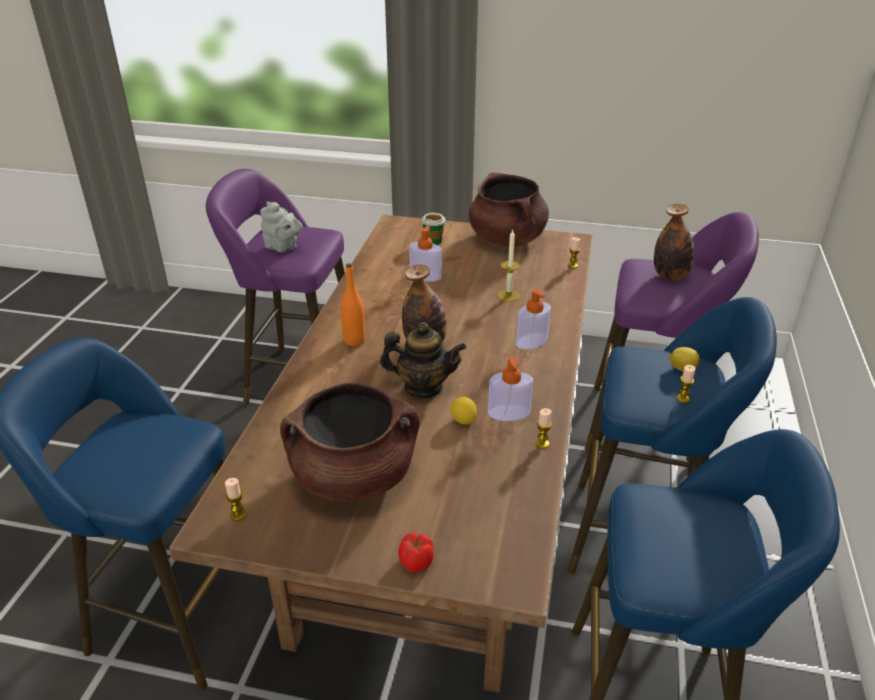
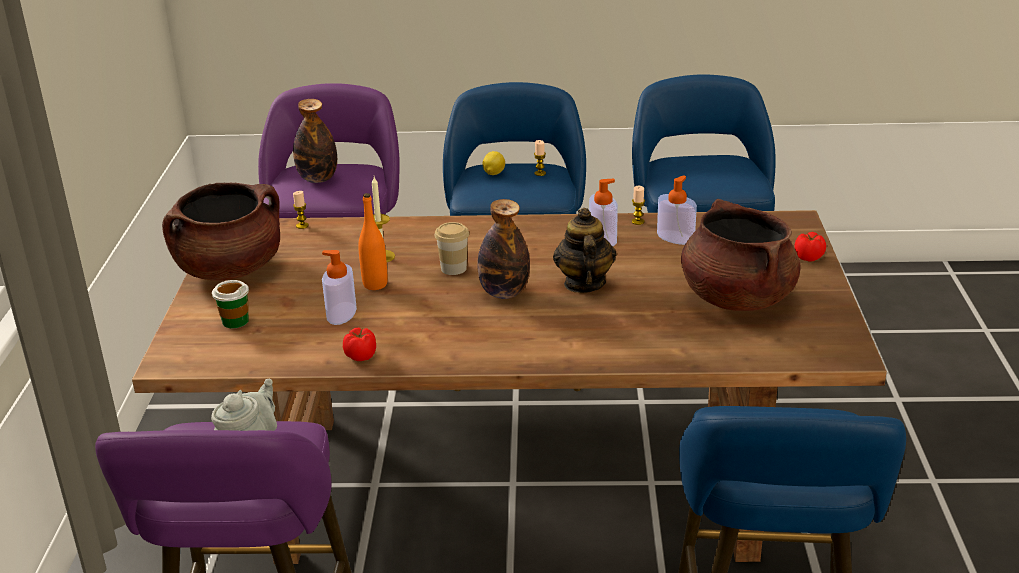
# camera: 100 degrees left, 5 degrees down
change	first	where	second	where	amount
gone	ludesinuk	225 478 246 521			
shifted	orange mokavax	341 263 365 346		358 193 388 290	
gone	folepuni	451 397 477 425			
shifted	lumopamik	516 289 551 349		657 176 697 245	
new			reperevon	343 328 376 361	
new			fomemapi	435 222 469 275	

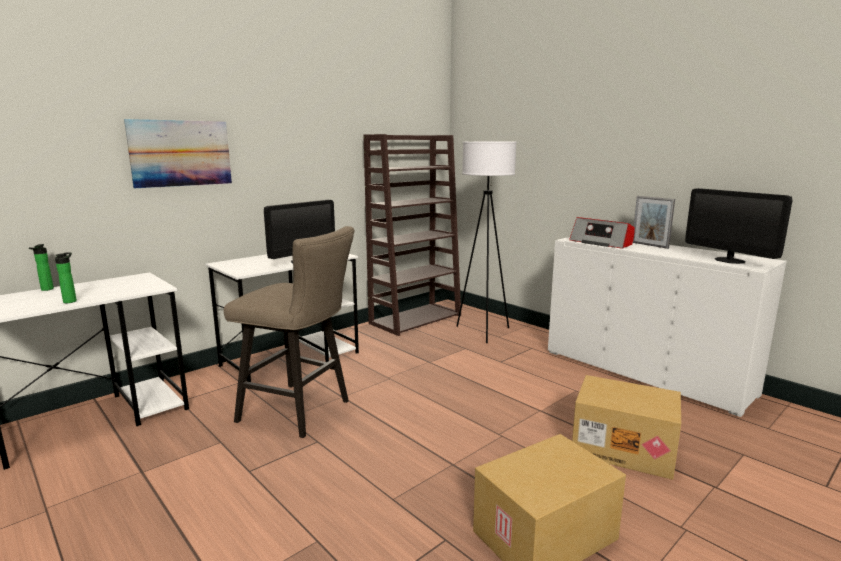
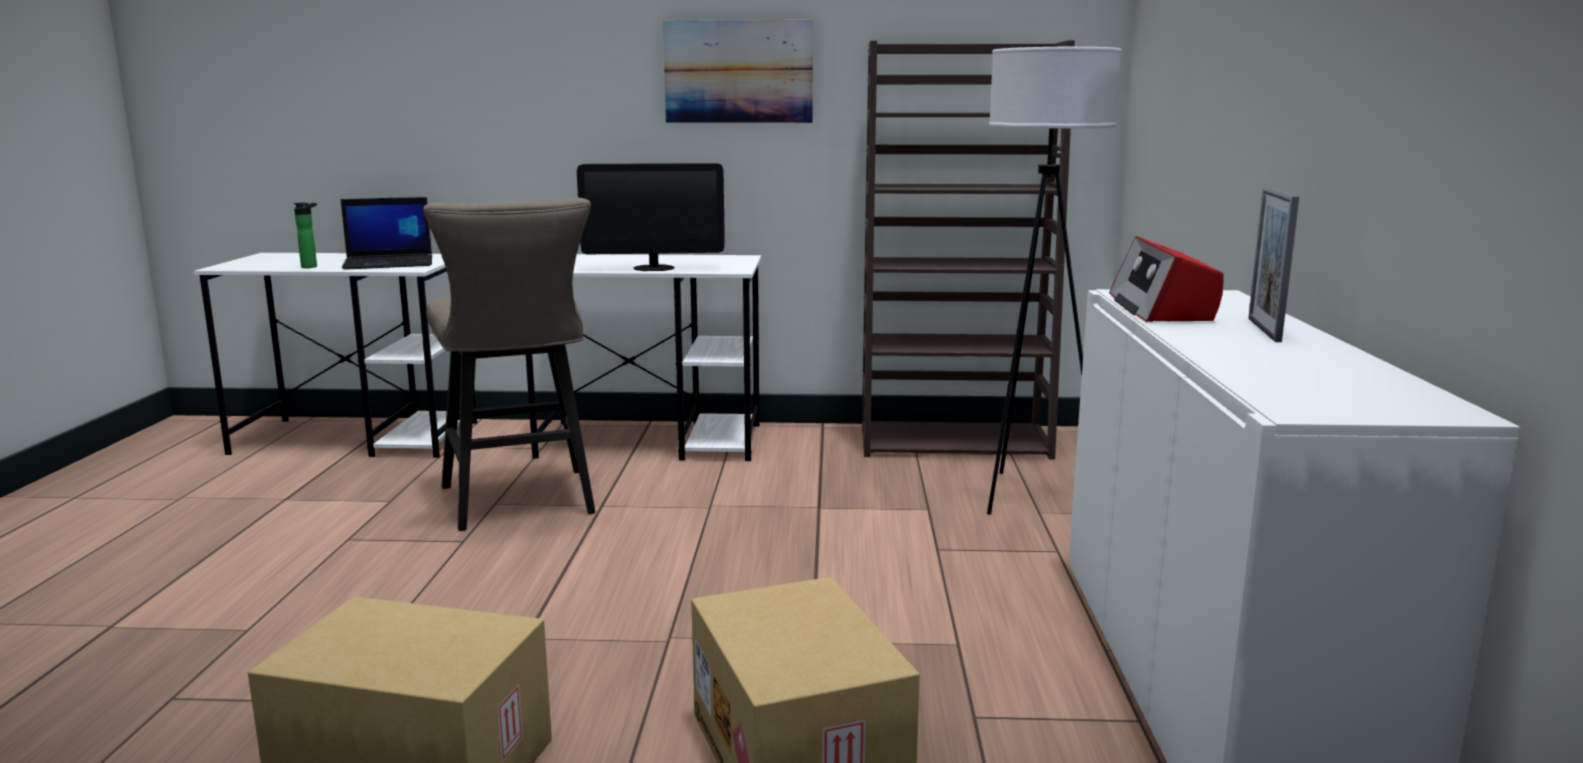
# camera: 45 degrees right, 0 degrees up
change	first	where	second	where	amount
gone	mokavax	29 244 54 291			
shifted	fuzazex	124 119 232 188		663 20 813 123	
gone	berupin	685 188 793 264			
new			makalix	341 197 432 270	

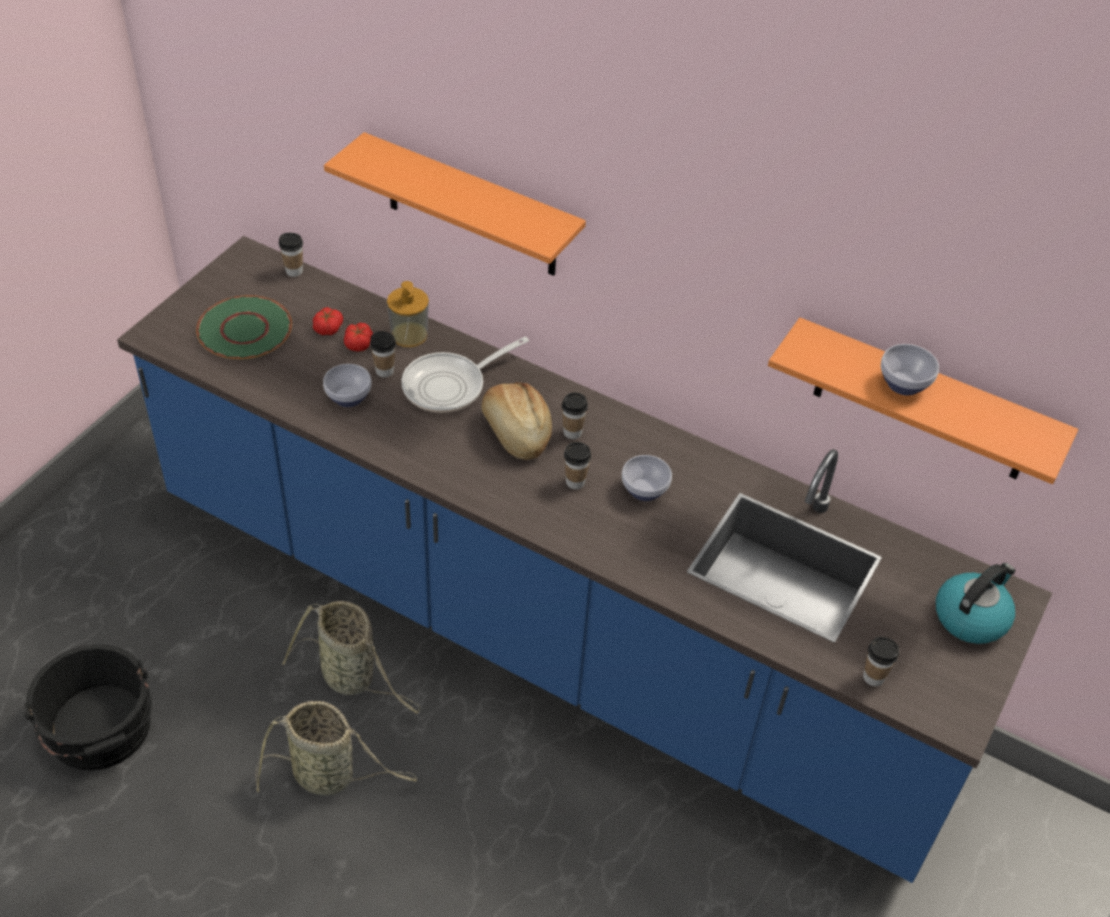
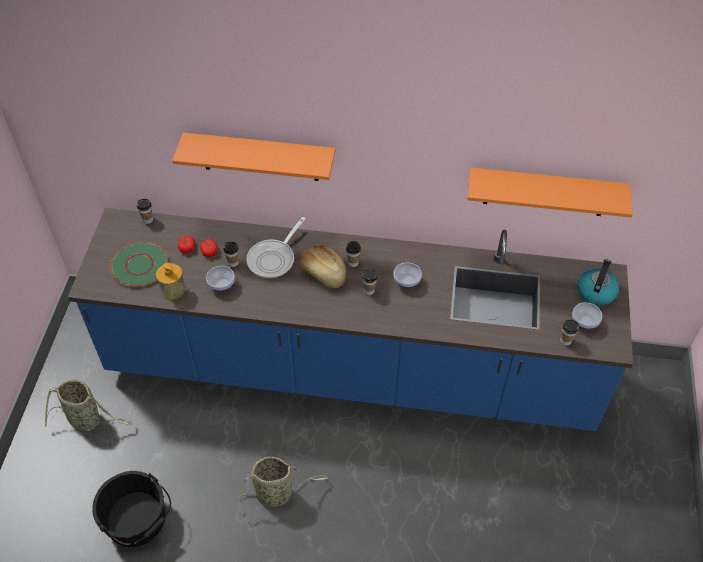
# camera: 20 degrees left, 5 degrees up
change	first	where	second	where	amount
shifted	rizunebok	283 601 421 714		45 380 133 430	
shifted	lumopamik	387 281 429 347		156 263 185 300	
shifted	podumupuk	881 344 939 395		572 302 602 330	

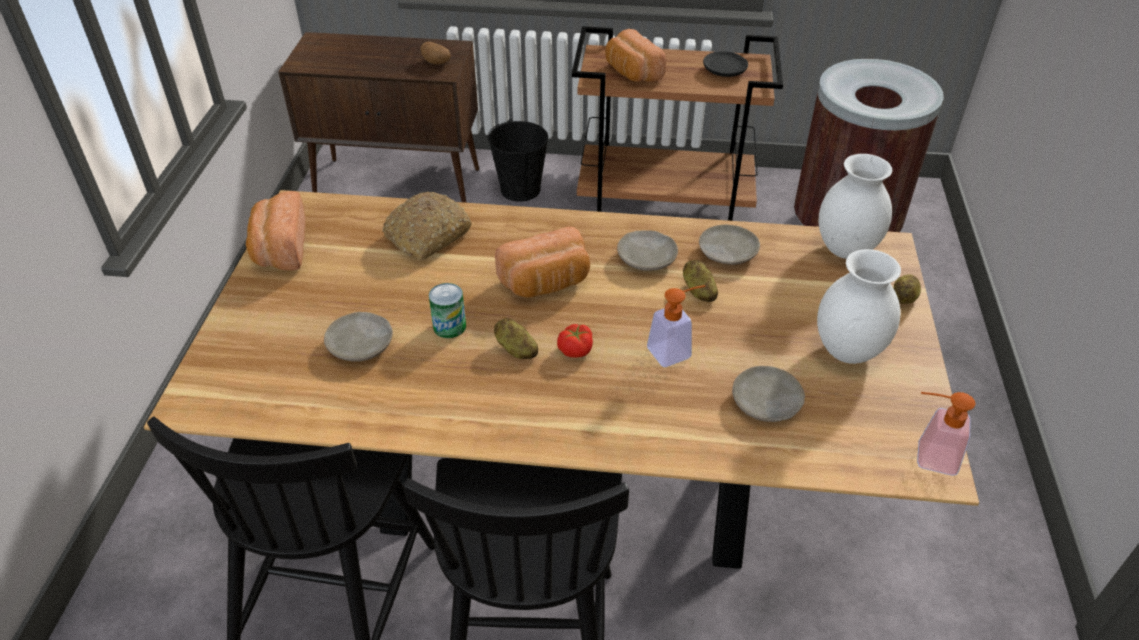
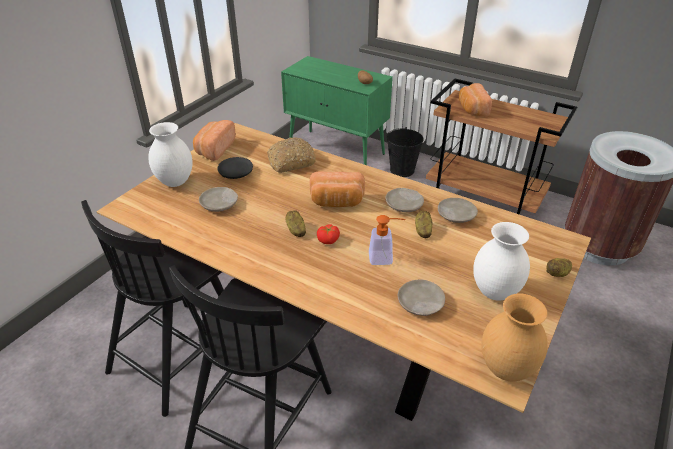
# camera: 25 degrees right, 5 degrees down
change	first	where	second	where	amount
repainted	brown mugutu	278 32 479 203	green mugutu	281 56 393 165	
gone	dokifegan	429 283 466 338			
shifted	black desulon	703 51 748 77		217 157 253 179	
shifted	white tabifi	819 154 892 259		148 122 192 187	
swapped	lumopamik	917 392 975 476	brown tabifi	482 294 548 381	

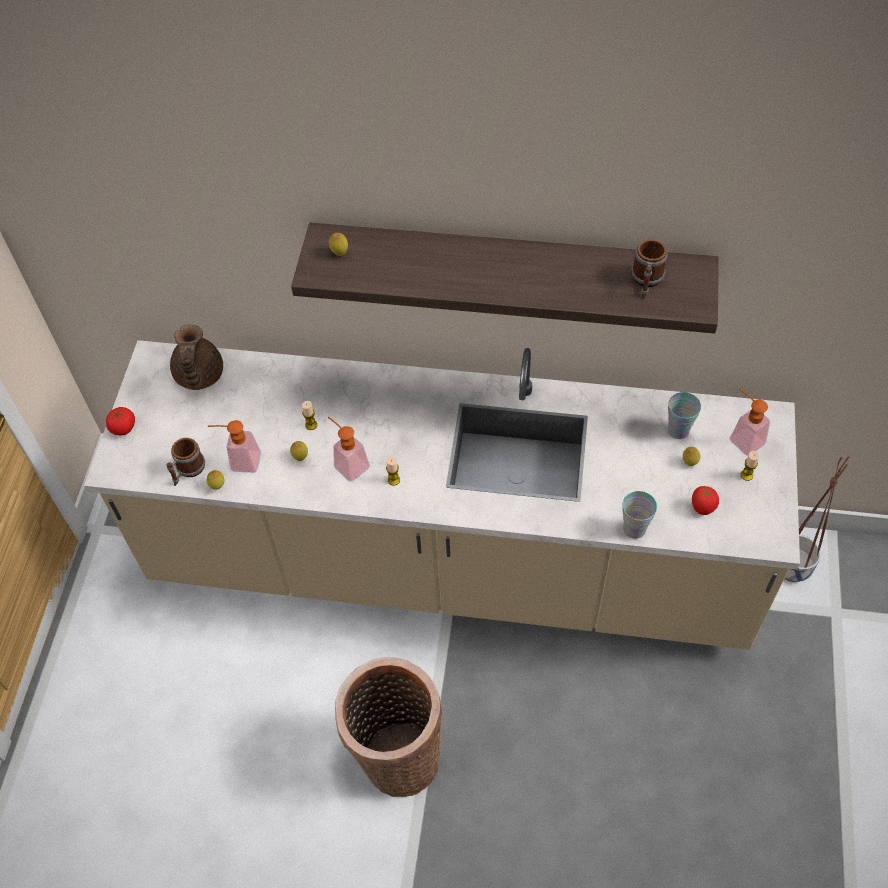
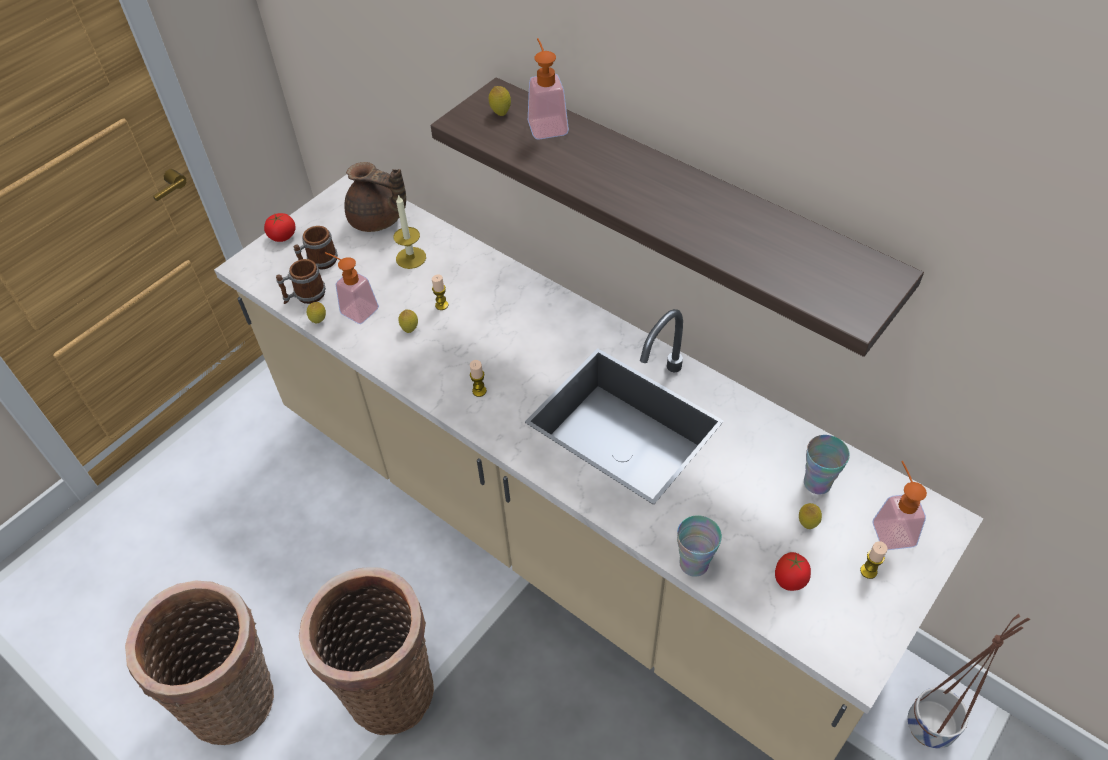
# camera: 30 degrees right, 5 degrees down
change	first	where	second	where	amount
rotated	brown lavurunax	170 325 223 390		344 162 406 232	90 degrees counterclockwise
shifted	lumopamik	328 417 370 482		528 38 569 139	
shifted	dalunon	631 239 668 299		294 226 338 270	
new			rizunebok	125 581 274 745	
new			ludesinuk	394 194 426 269	

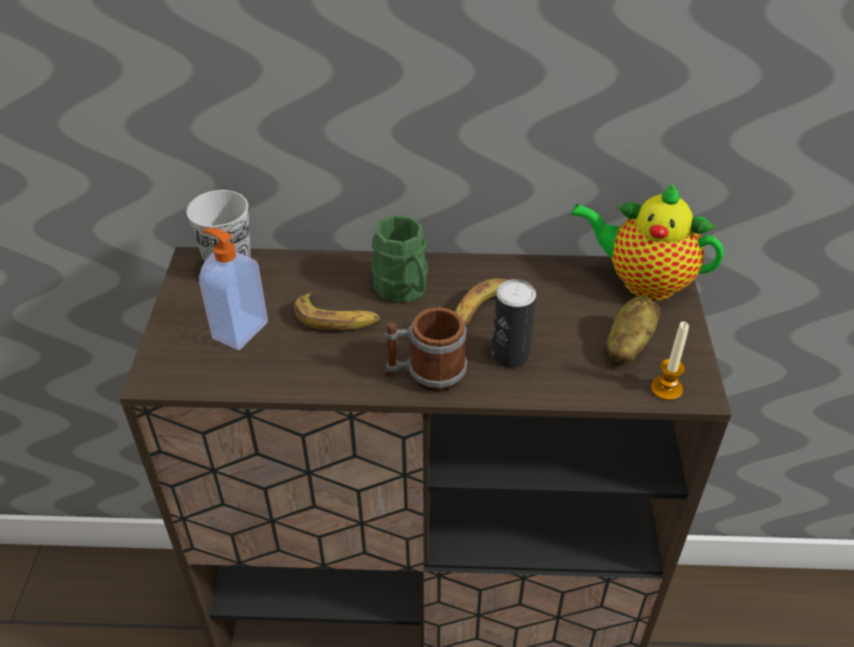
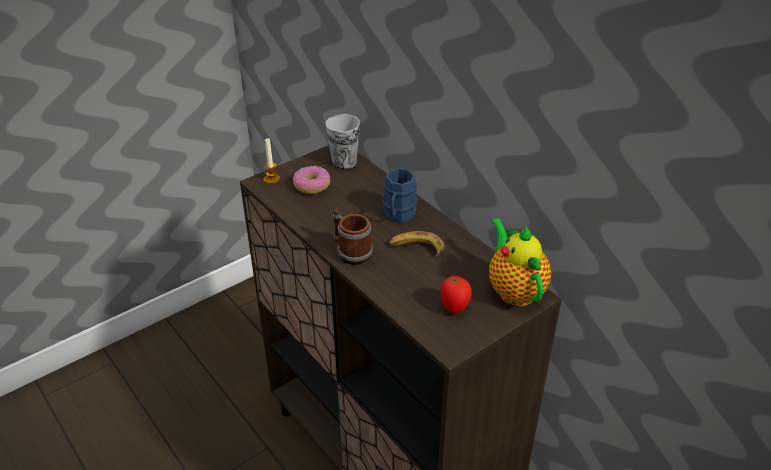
# camera: 50 degrees right, 5 degrees down
change	first	where	second	where	amount
swapped	lumopamik	199 228 268 350	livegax	293 166 330 194	
gone	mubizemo	294 292 380 330			
repainted	green dalunon	371 215 428 302	blue dalunon	382 168 417 223	
gone	dokifegan	492 279 536 368			
swapped	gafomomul	607 297 660 365	reperevon	441 276 472 314	
shifted	ludesinuk	651 322 689 401		264 138 280 184	

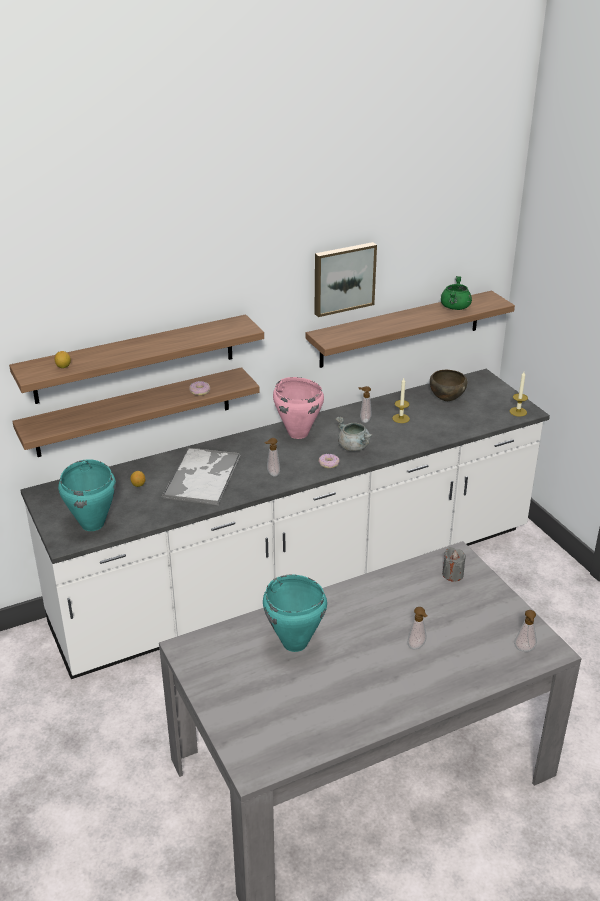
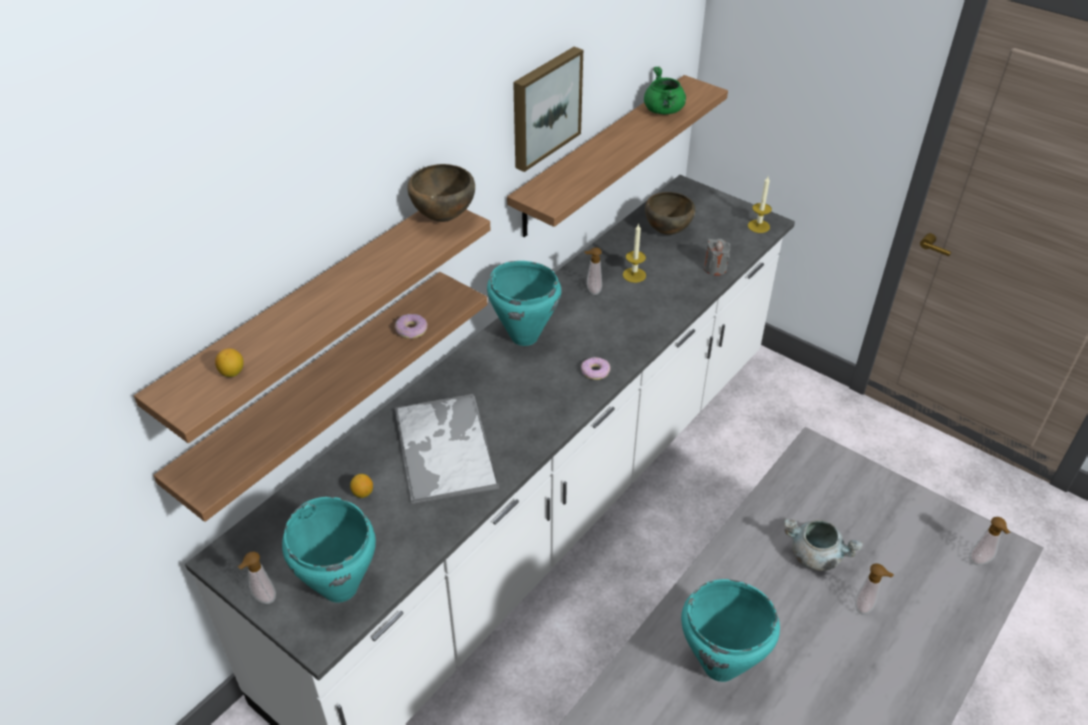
# camera: 25 degrees left, 10 degrees up
change	first	where	second	where	amount
shifted	lumopamik	265 438 280 477		238 551 276 604	
repainted	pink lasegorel	273 377 324 439	turquoise lasegorel	487 261 561 346	
shifted	grey lasegorel	336 417 372 451		784 519 863 571	
shifted	grey ludesinuk	442 547 466 582		703 239 730 276	
new			brown podumupuk	407 164 475 222	

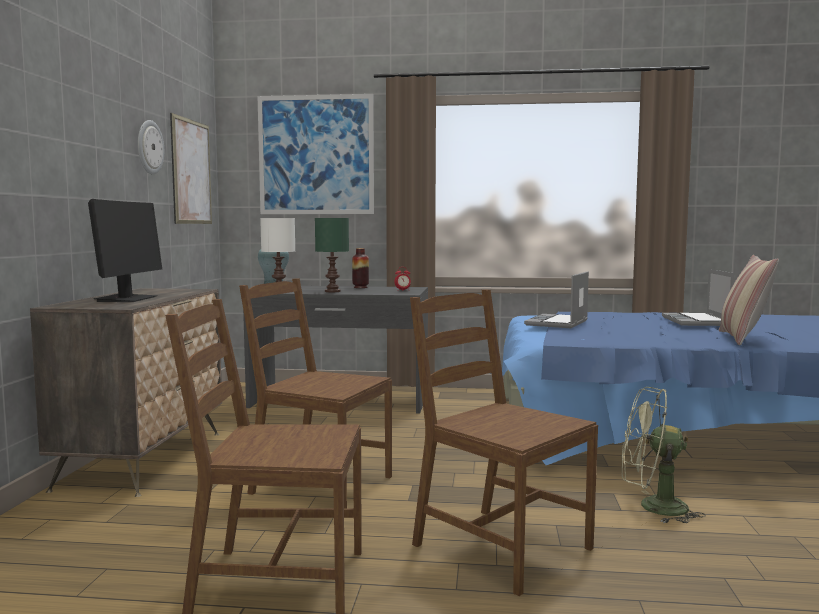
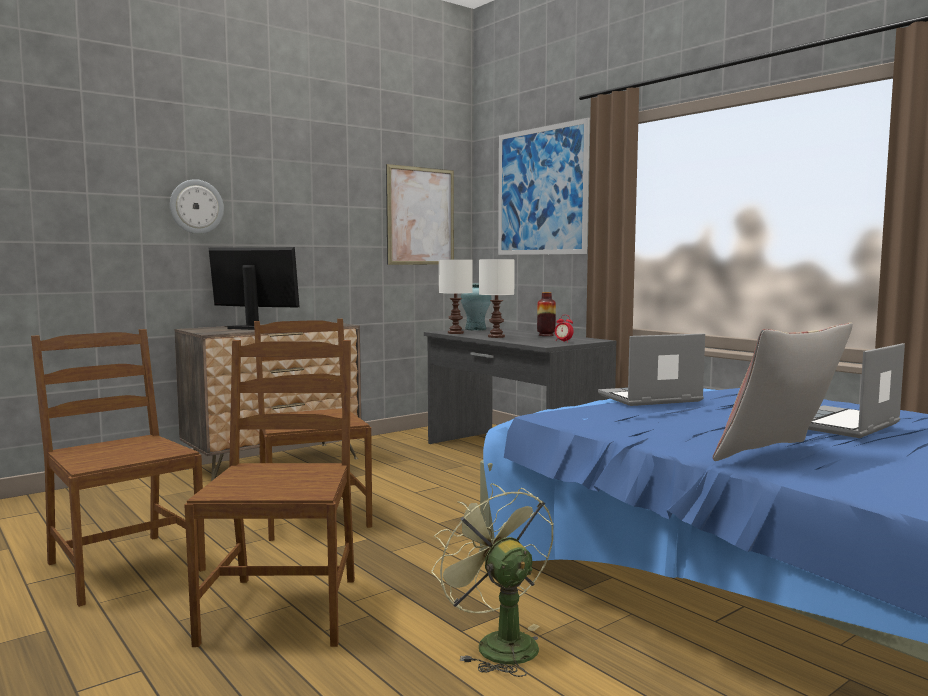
# camera: 45 degrees right, 0 degrees up
change	first	where	second	where	amount
rotated	berupin	88 199 162 302		208 247 300 330	120 degrees counterclockwise
shifted	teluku	138 120 164 175		170 179 224 234	
repainted	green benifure	315 218 349 292	white benifure	479 259 515 338	

